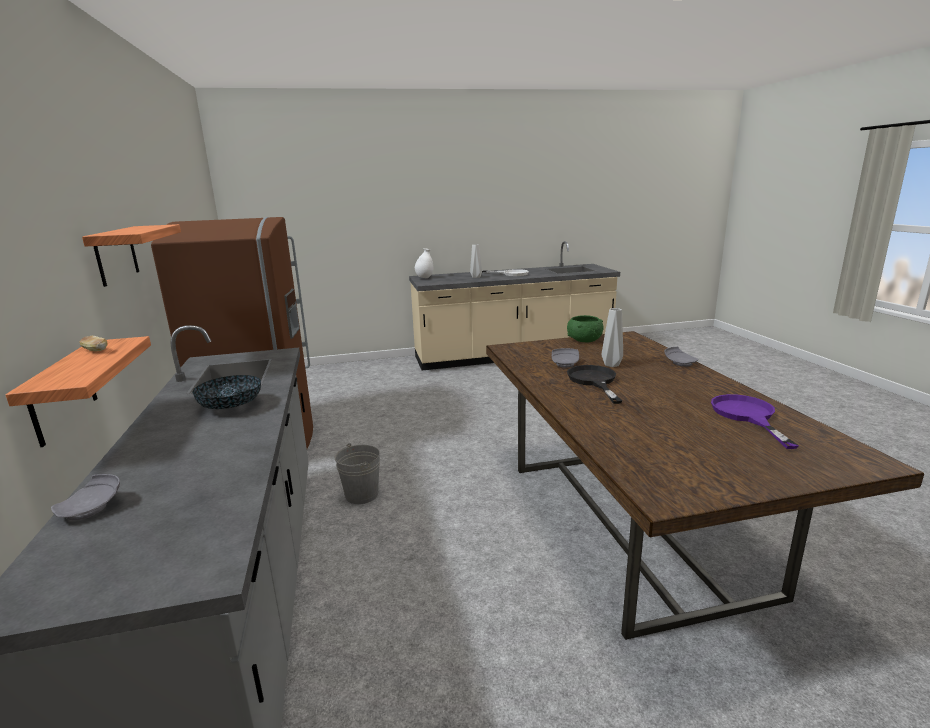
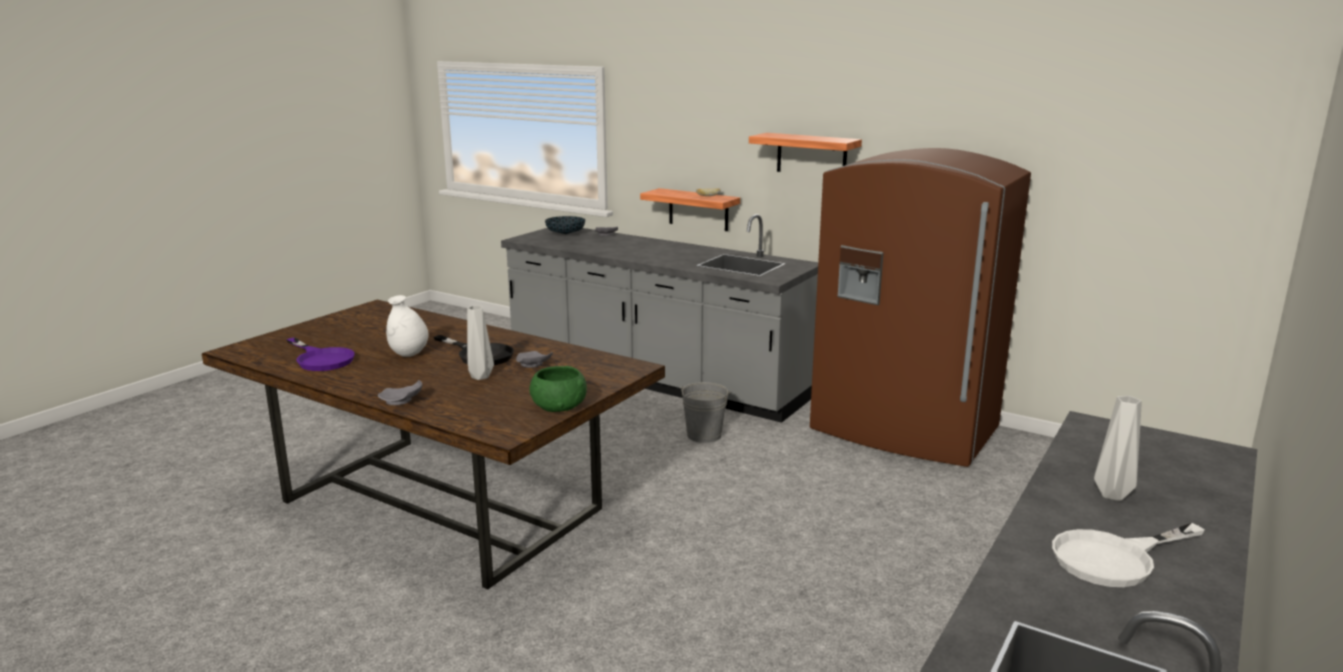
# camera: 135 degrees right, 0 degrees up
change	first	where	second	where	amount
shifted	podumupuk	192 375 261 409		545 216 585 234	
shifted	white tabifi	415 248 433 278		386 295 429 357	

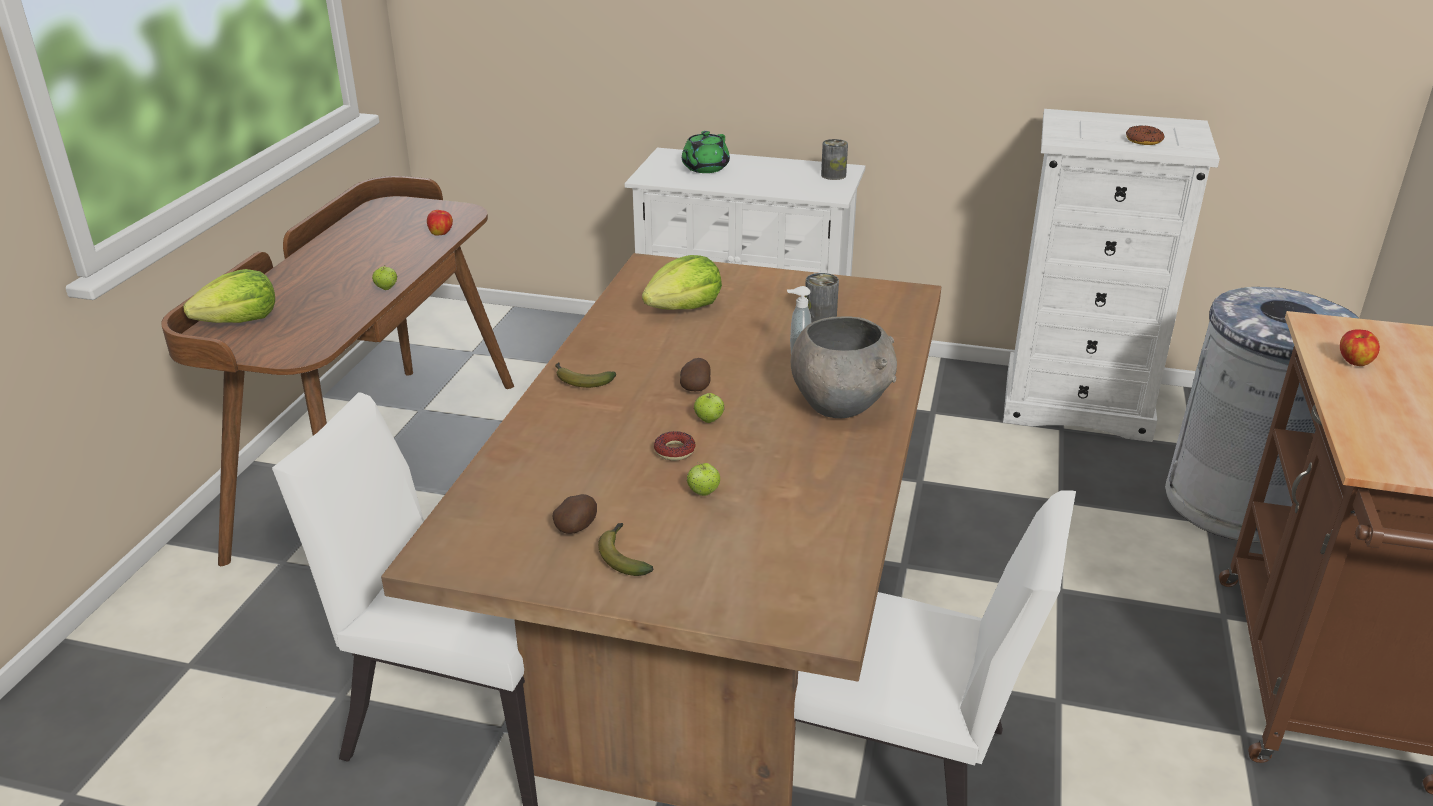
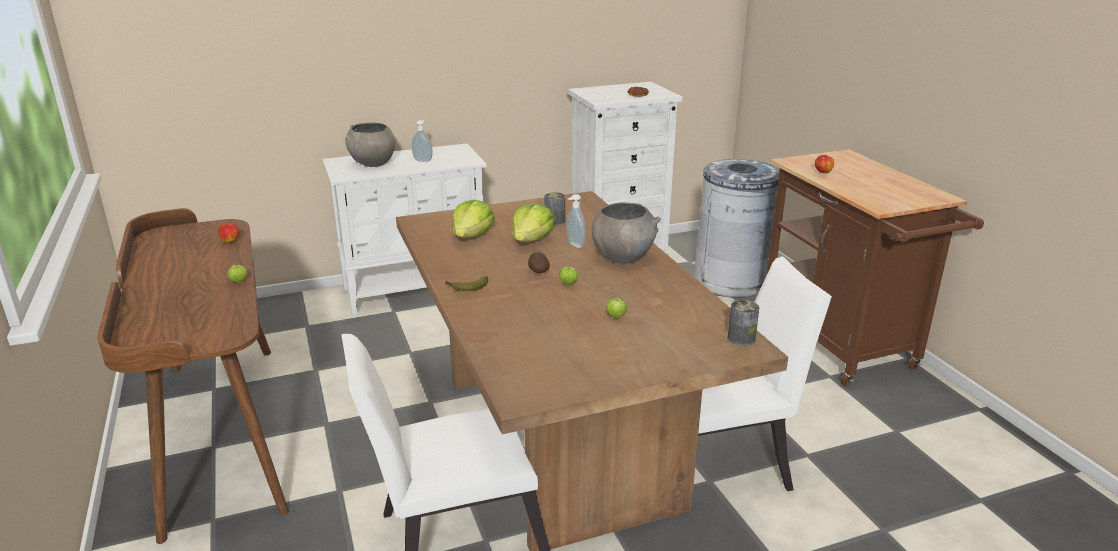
# camera: 35 degrees left, 5 degrees down
change	first	where	second	where	amount
shifted	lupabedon	183 269 275 323		512 203 555 242	
gone	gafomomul	553 494 597 534			
gone	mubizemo	598 523 653 576			
gone	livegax	654 431 696 461			
swapped	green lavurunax	682 131 730 173	grey podumupuk	345 122 395 167	
shifted	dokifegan	821 139 848 180		728 300 759 345	
new			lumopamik	412 120 433 162	

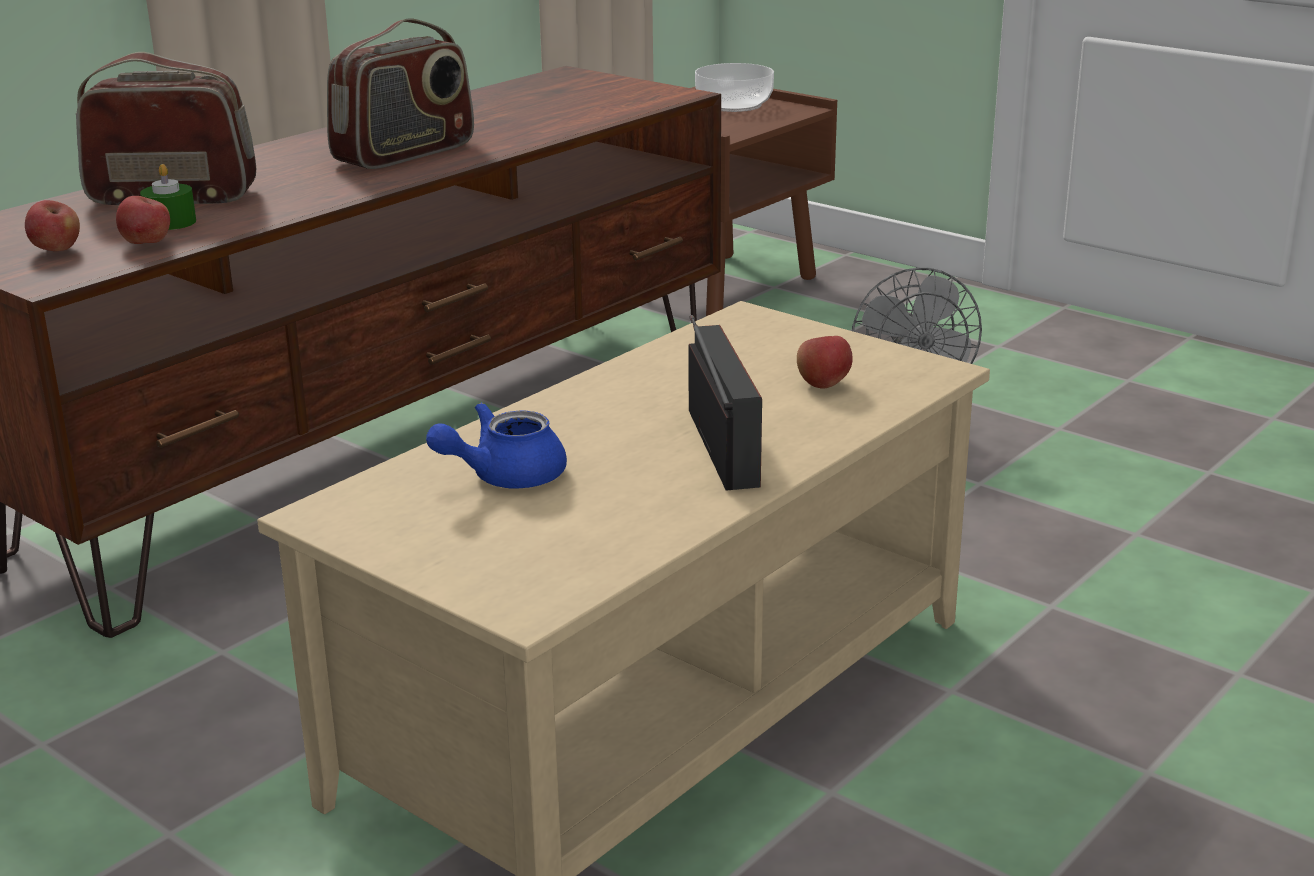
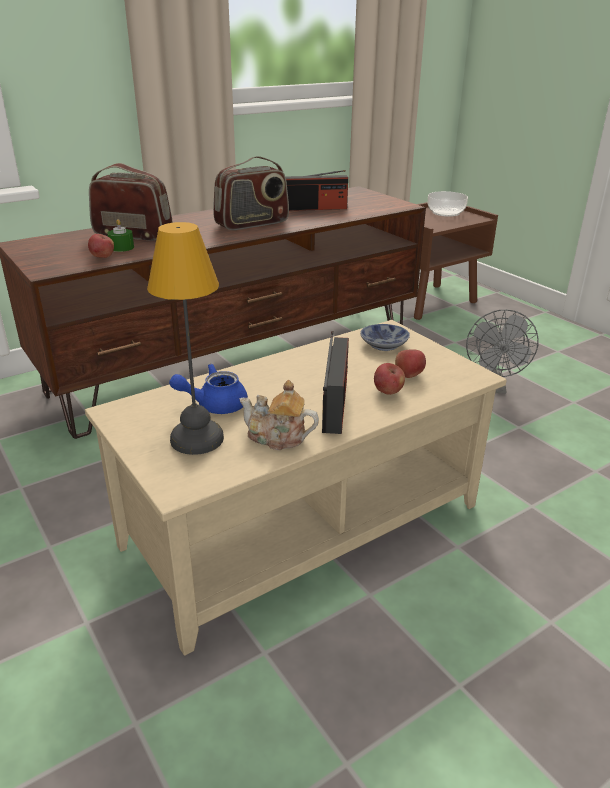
# camera: 15 degrees right, 5 degrees up
change	first	where	second	where	amount
shifted	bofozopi	25 200 80 251		374 363 405 395	
new			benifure	147 222 224 455	
new			lavurunax	240 380 319 450	
new			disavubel	286 170 348 211	
new			podumupuk	360 324 410 351	

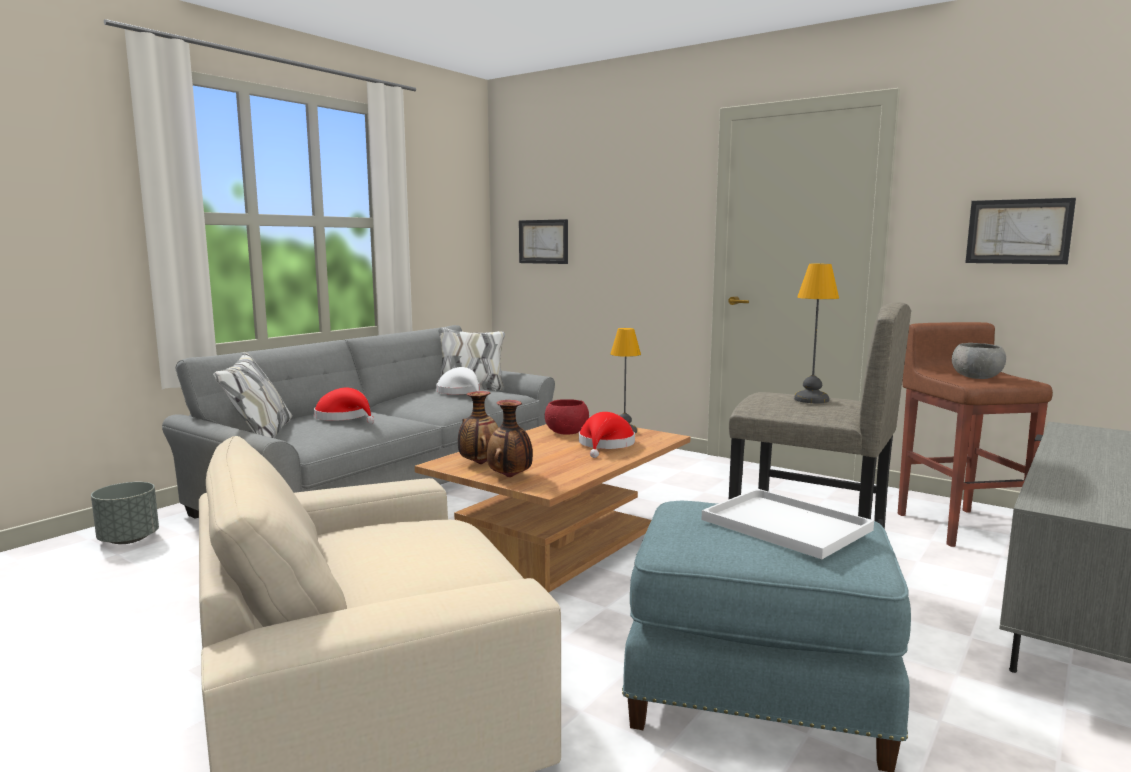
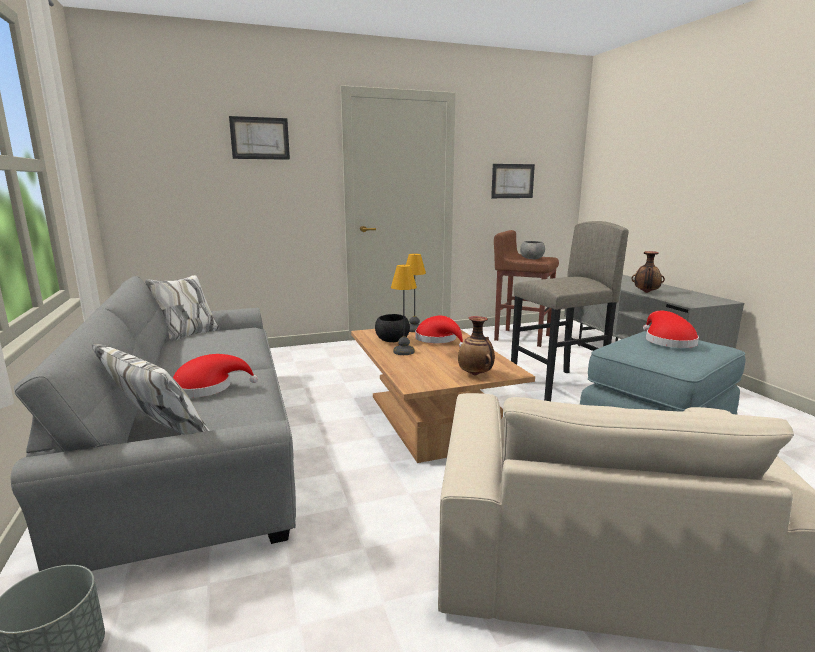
# camera: 55 degrees left, 5 degrees up
change	first	where	second	where	amount
gone	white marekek	436 367 480 394			
shifted	tabifi	458 391 498 464		631 251 665 293	
shifted	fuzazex	519 219 568 264		229 116 290 160	
repainted	red podumupuk	545 400 589 435	black podumupuk	375 314 410 342	
swapped	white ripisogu	702 489 874 559	red marekek	643 311 699 348	
shifted	benifure	794 264 839 403		391 265 417 355	

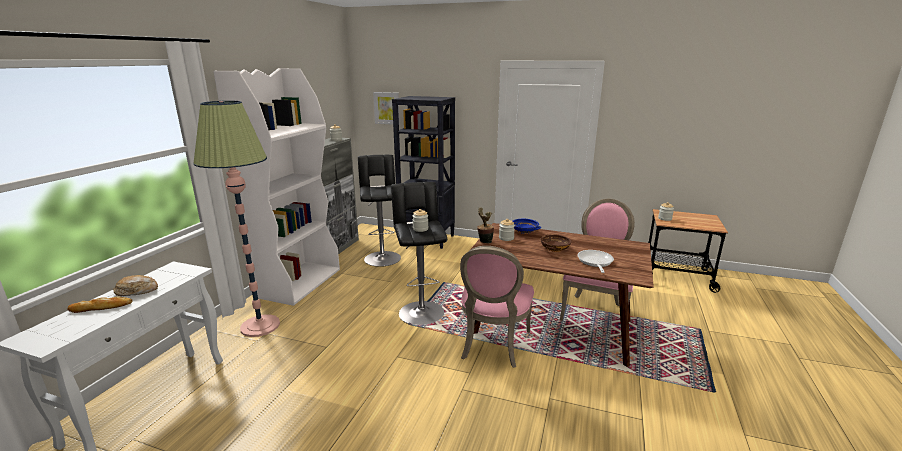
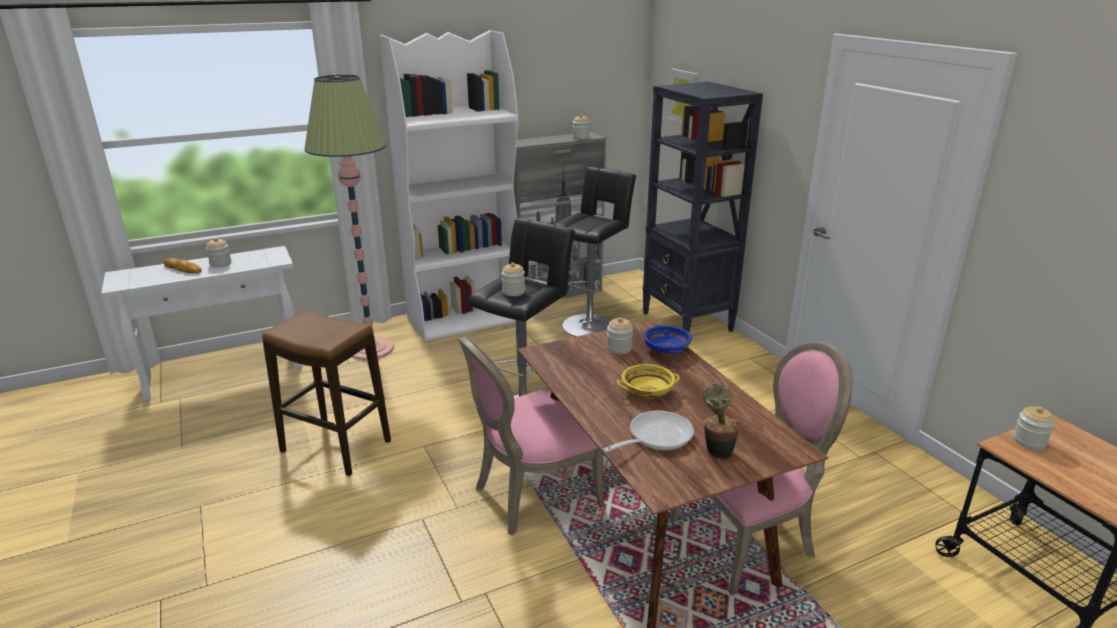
# camera: 45 degrees right, 5 degrees up
change	first	where	second	where	amount
swapped	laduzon	114 275 158 296	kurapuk	206 238 231 268	
shifted	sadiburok	477 207 494 244		703 381 740 460	
repainted	brown podumupuk	541 234 572 252	yellow podumupuk	617 364 680 399	
new			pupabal	262 310 391 476	

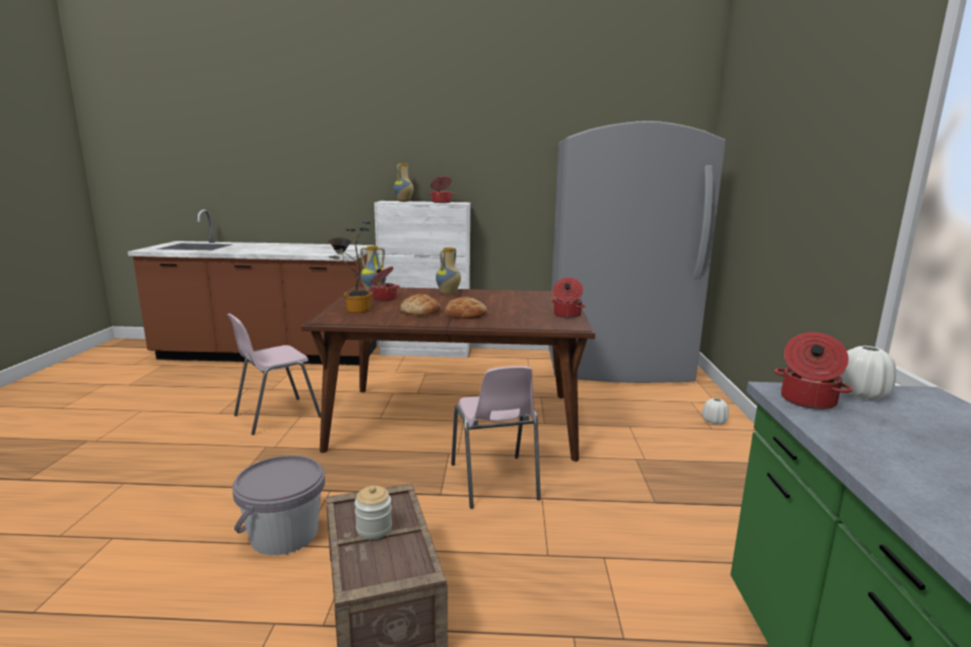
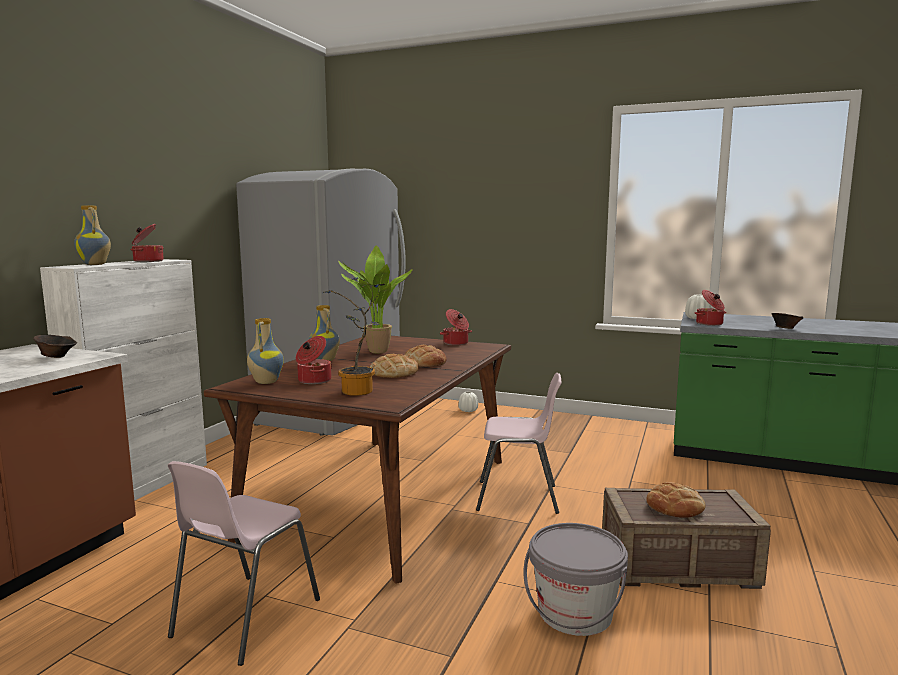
# camera: 70 degrees left, 5 degrees down
change	first	where	second	where	amount
rotated	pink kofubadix	227 313 321 435		168 461 320 666	45 degrees clockwise
swapped	kurapuk	355 486 392 539	laduzon	647 482 705 518	
new			sadiburok	338 246 413 353	
new			brown podumupuk	772 313 803 329	

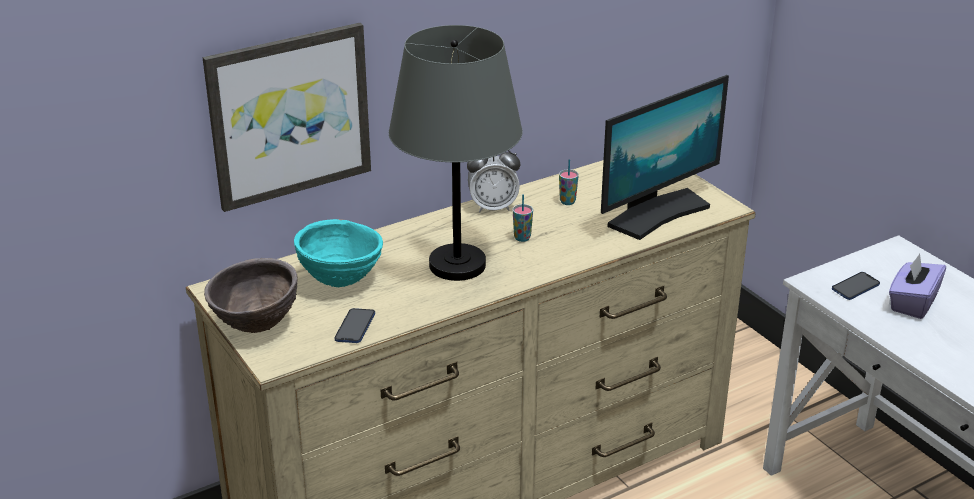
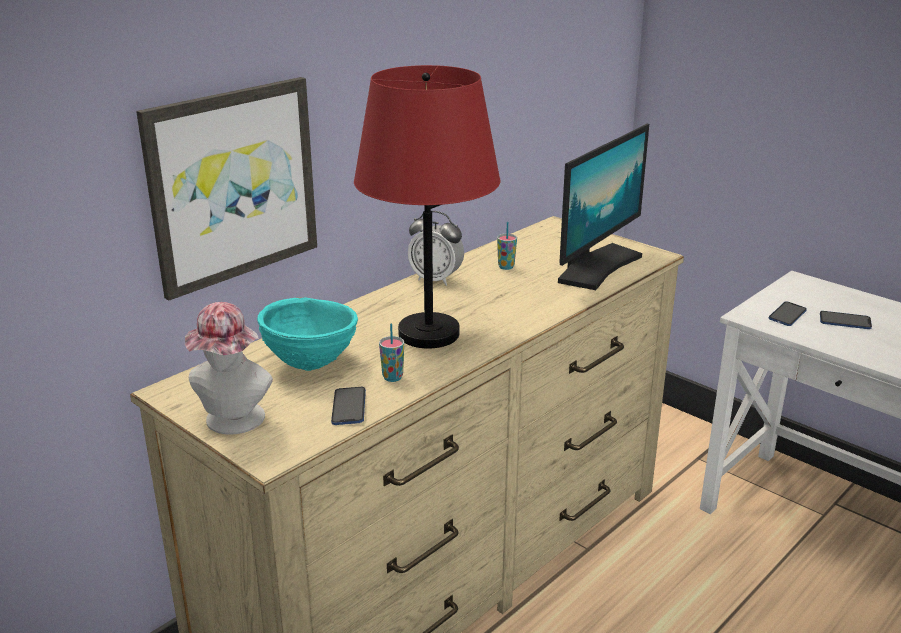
# camera: 15 degrees left, 5 degrees down
change	first	where	second	where	amount
swapped	brown podumupuk	204 258 298 333	marekek	185 302 273 435	
repainted	grey benifure	389 25 523 281	red benifure	354 65 500 348	
rotated	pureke	467 150 520 213		408 211 464 286	45 degrees clockwise
shifted	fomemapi	513 194 533 242		379 323 404 382	
swapped	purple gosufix	889 253 946 319	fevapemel	820 311 872 329	

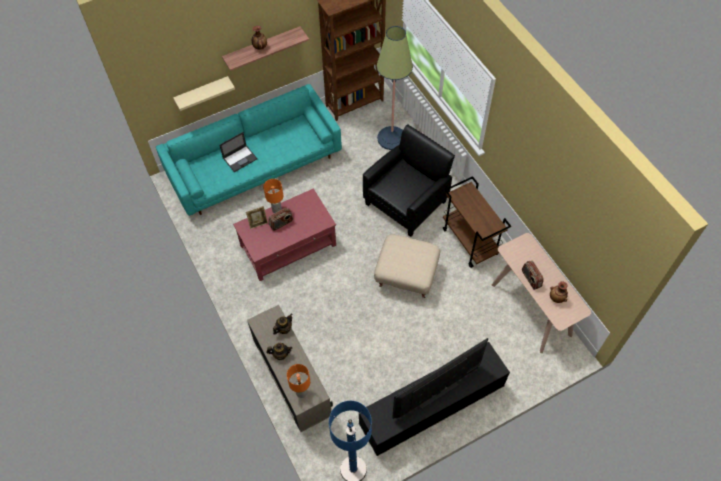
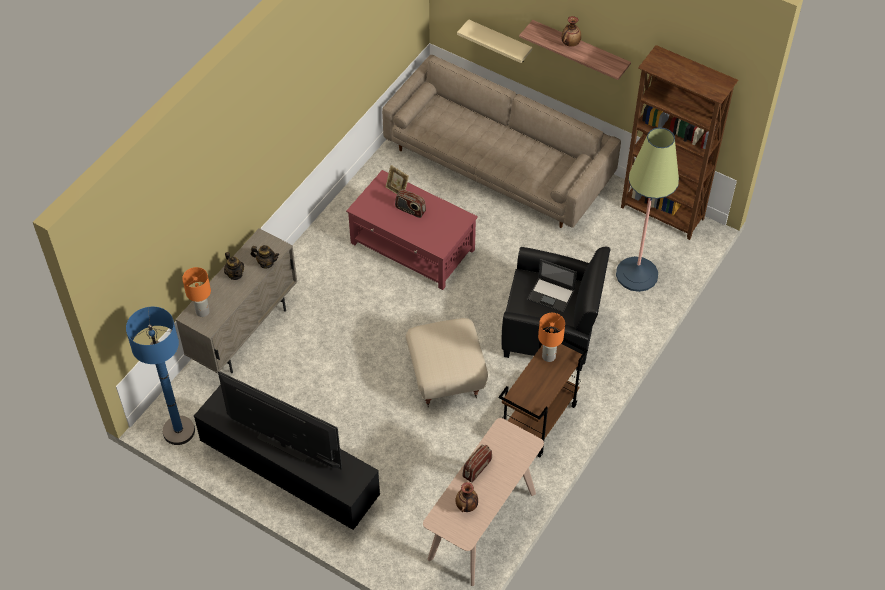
# camera: 60 degrees right, 5 degrees down
change	first	where	second	where	amount
repainted	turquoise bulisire	156 84 342 216	beige bulisire	382 55 621 228	
shifted	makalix	219 132 257 172		527 259 577 313	
shifted	orange benifure	263 179 283 213		538 313 565 362	

